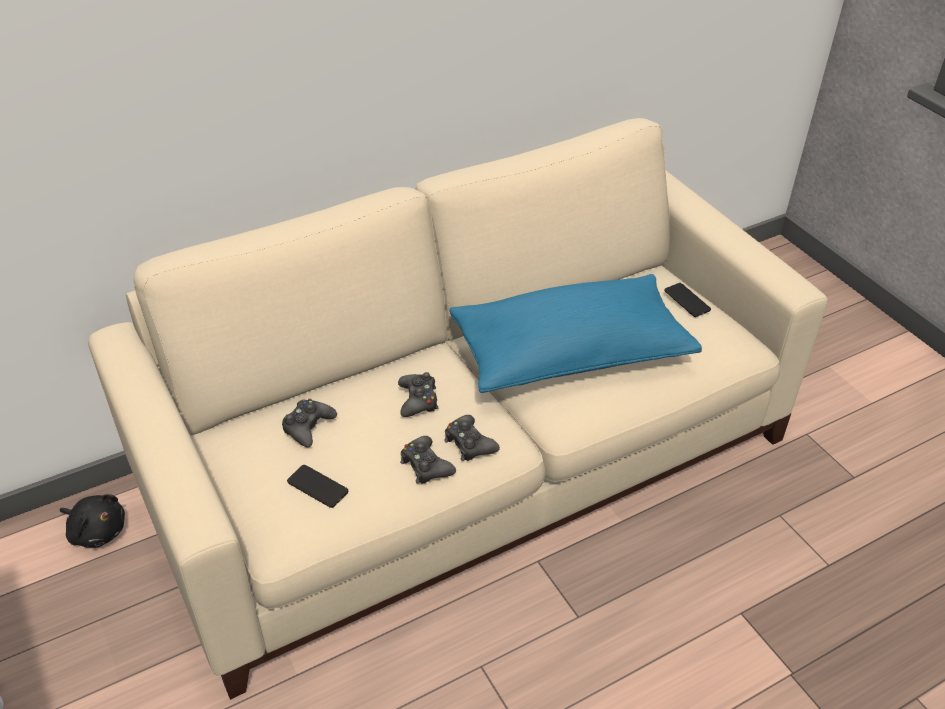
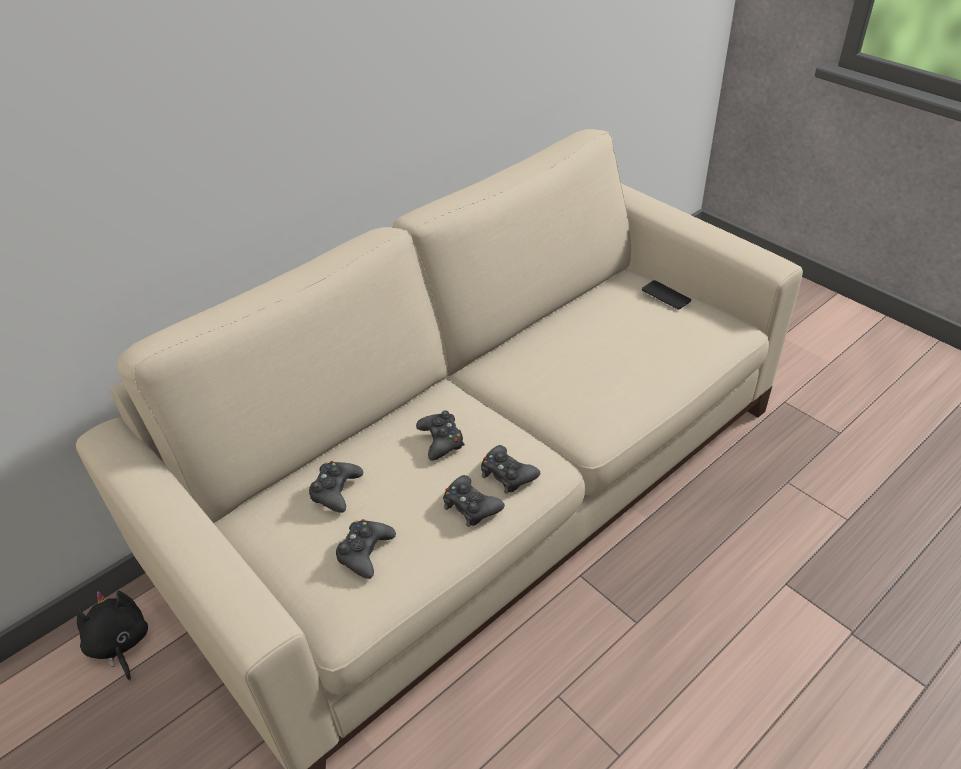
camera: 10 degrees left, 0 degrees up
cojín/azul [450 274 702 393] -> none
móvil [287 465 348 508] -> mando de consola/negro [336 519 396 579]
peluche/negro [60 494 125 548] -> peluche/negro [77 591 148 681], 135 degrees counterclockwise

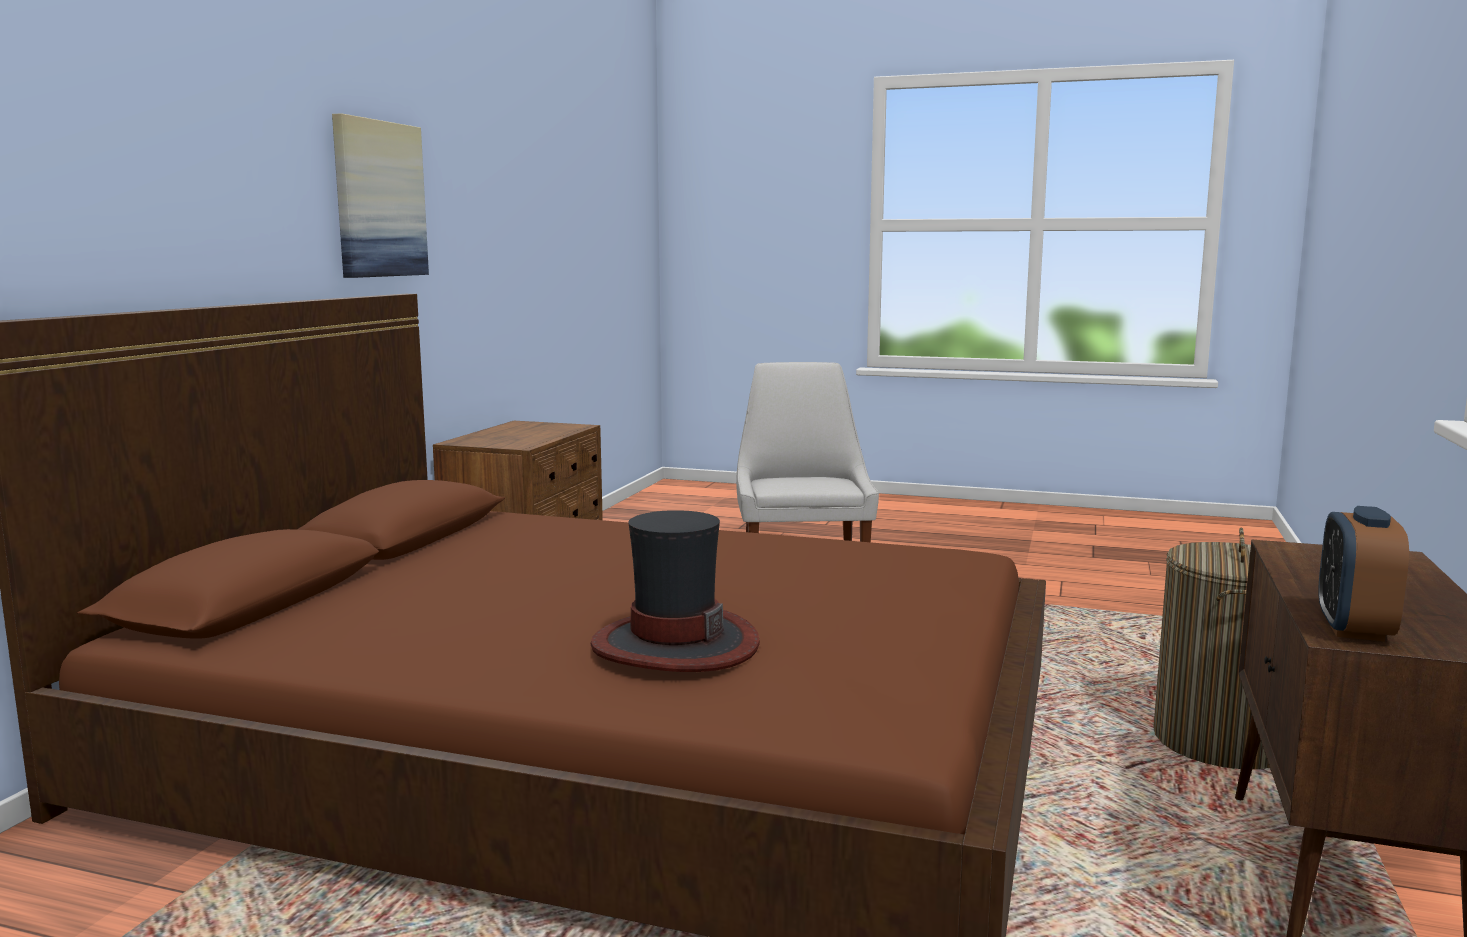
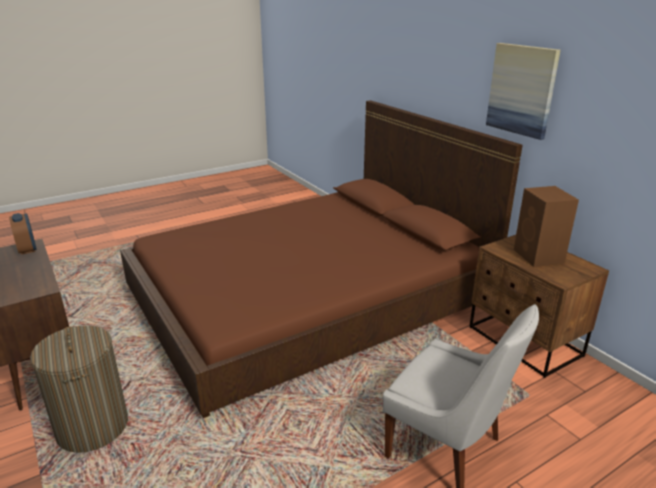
camera: 130 degrees right, 15 degrees up
sombrero [591 510 760 672] -> none
none -> altavoz/marrón [514 186 579 267]

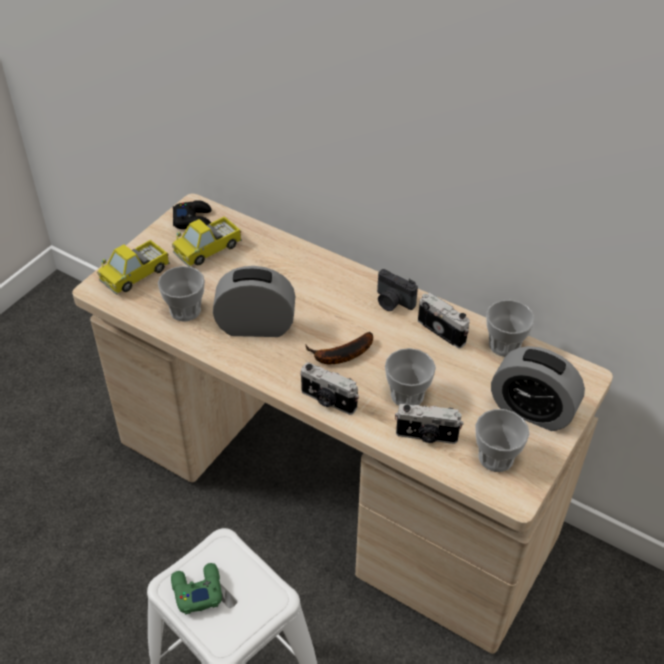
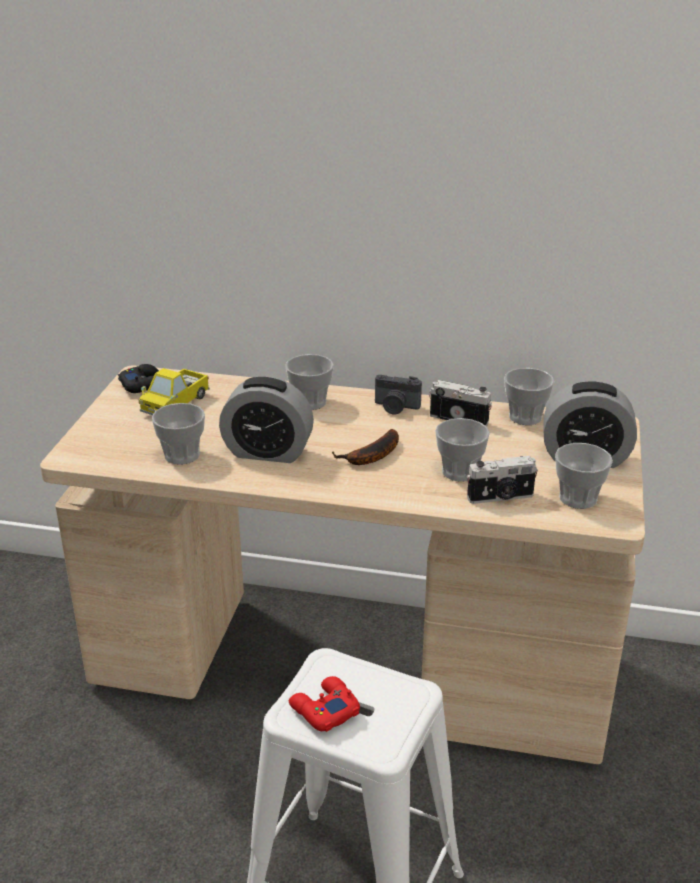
camera: 20 degrees left, 15 degrees down
camión de juguete [97 240 170 295] -> none
despertador [213 266 295 337] -> despertador [219 376 314 463], 150 degrees counterclockwise
cámara [301 362 359 415] -> none
mando de consola/verde [171 563 222 615] -> mando de consola/rojo [289 676 360 732]
none -> taza [285 354 334 410]

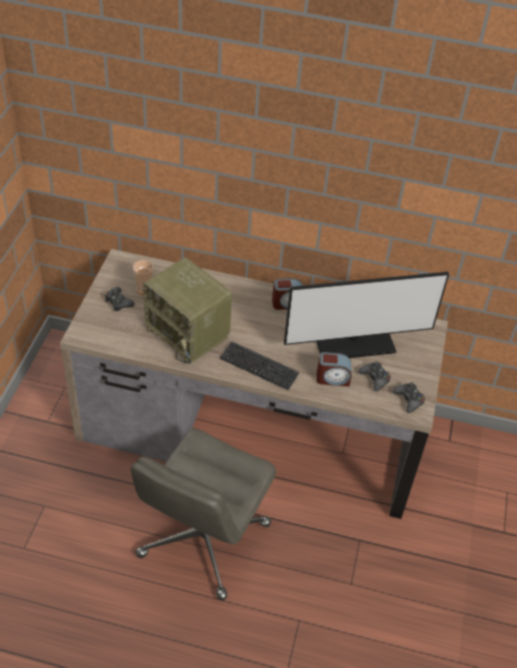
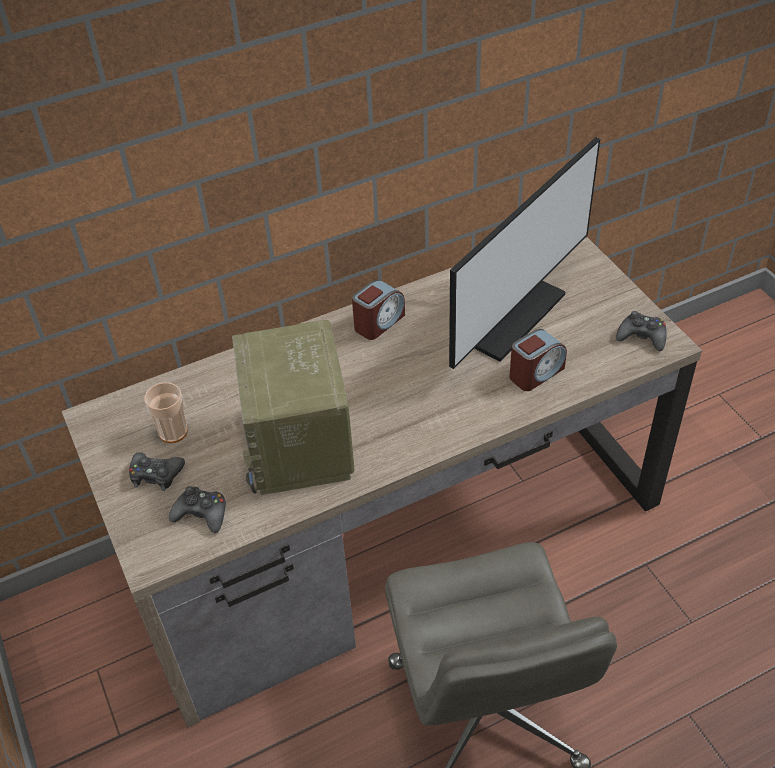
camera: 35 degrees left, 0 degrees up
radio [143 257 232 364] -> radio [232 320 355 495], 75 degrees clockwise
teclado [220 342 299 390] -> none
mando de consola/negro [358 361 391 391] -> mando de consola/negro [169 486 226 533], move

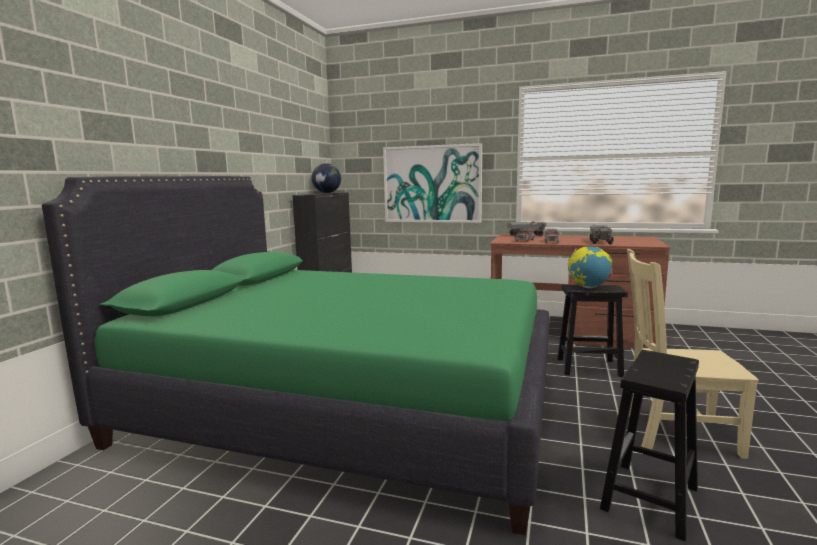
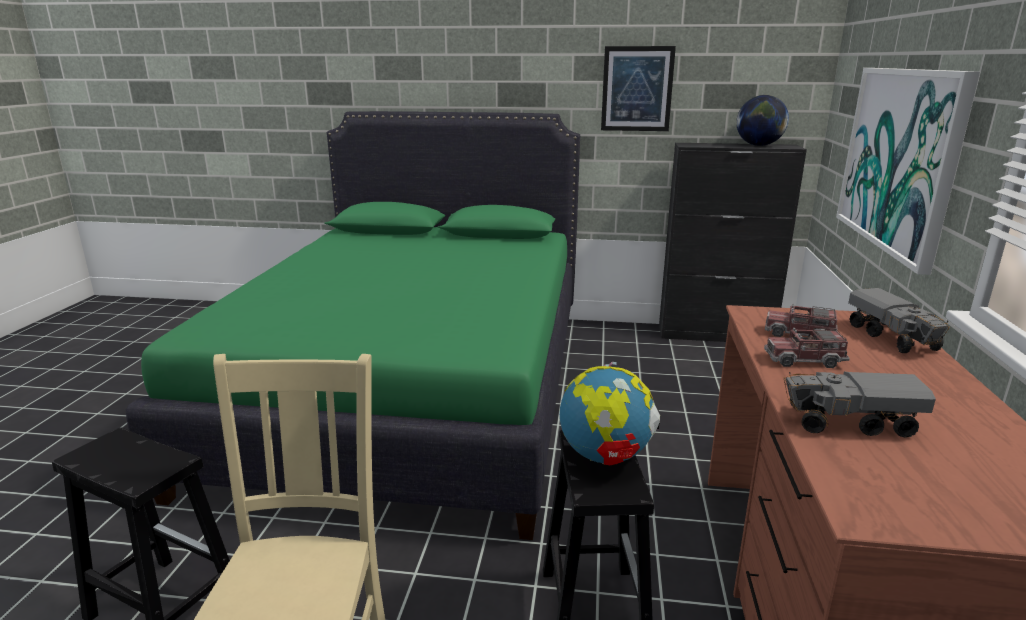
camera: 80 degrees right, 10 degrees up
none -> cuadro [601 46 676 131]

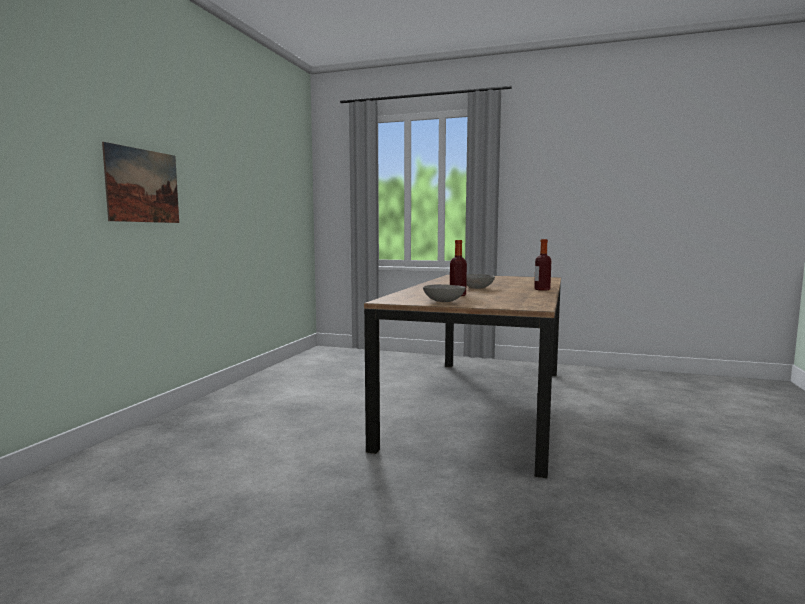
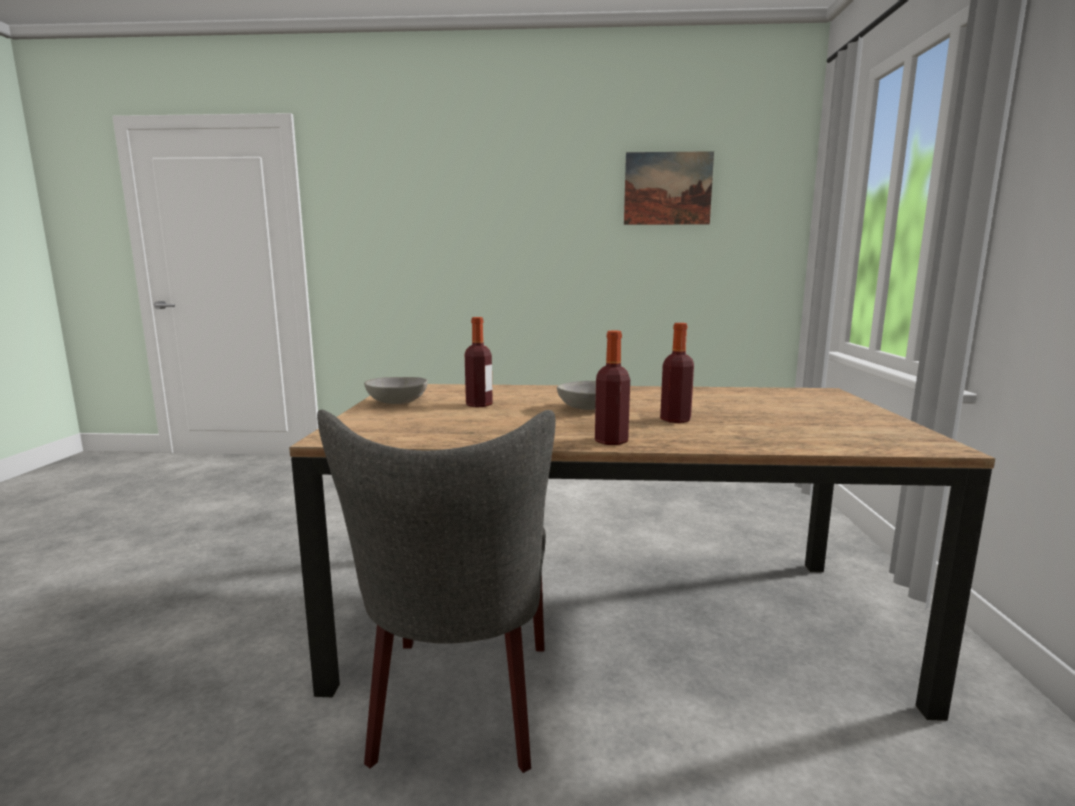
camera: 75 degrees right, 5 degrees up
cuadro [102 142 179 223] -> cuadro [624 151 714 225], move
none -> botella [660 323 694 423]
none -> silla/gris [317 410 556 773]

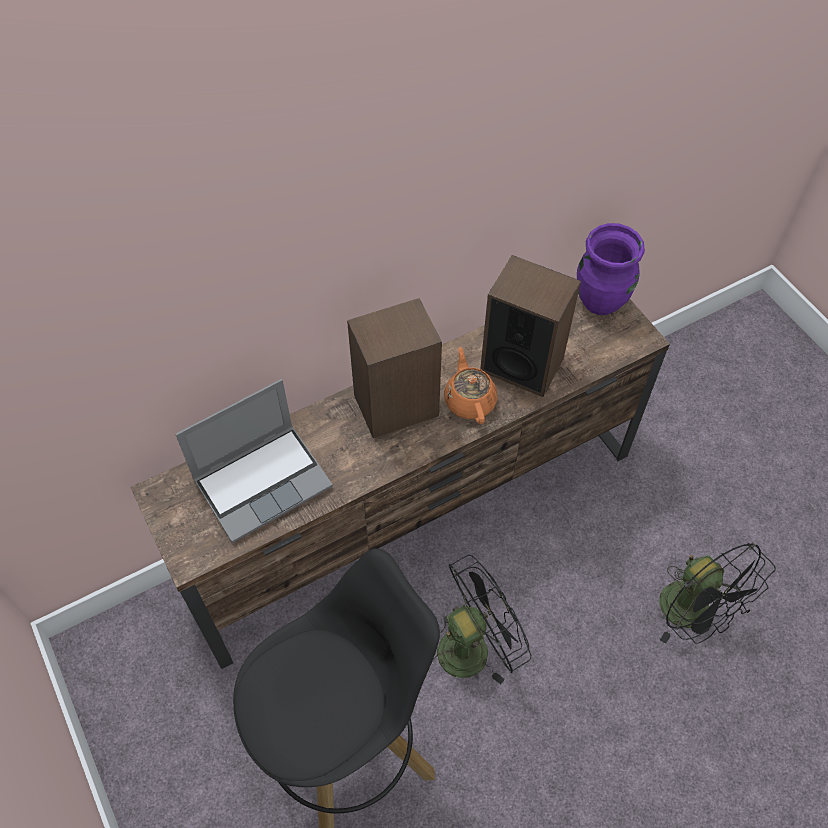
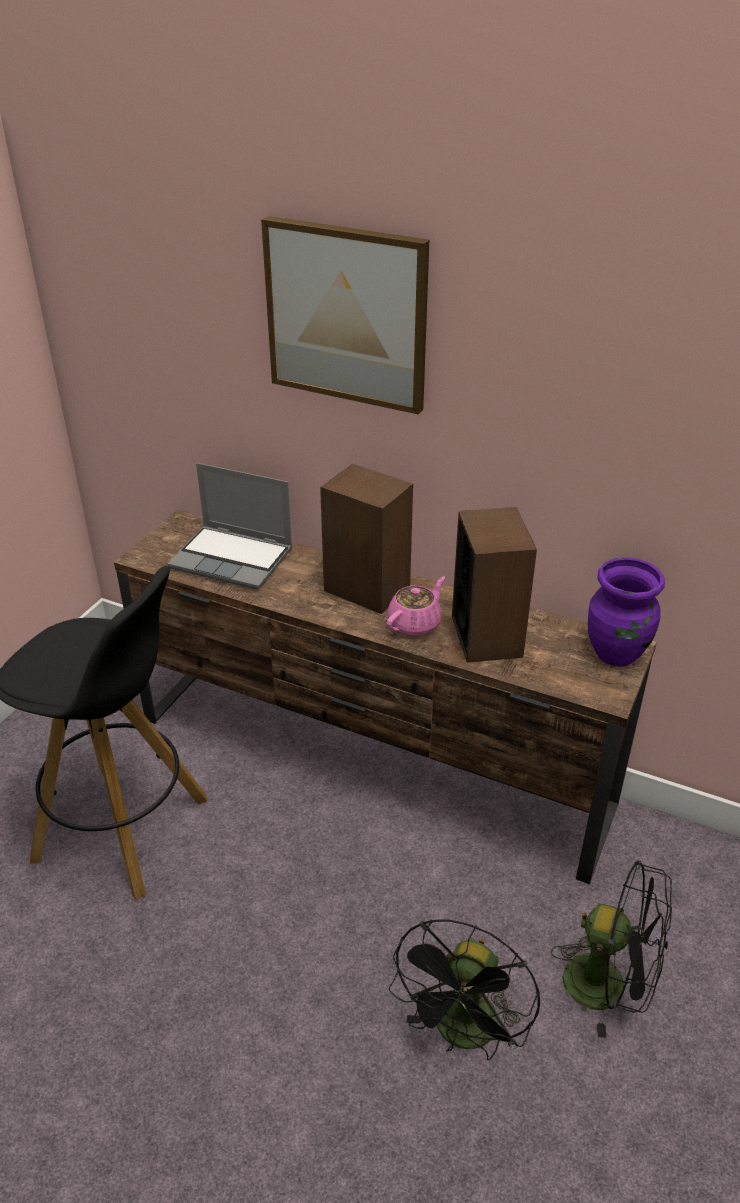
camera: 55 degrees right, 20 degrees down
tetera/naranja [444 347 497 424] -> tetera/rosa [386 577 445 636]
ventilador/negro [433 555 531 684] -> ventilador/negro [551 860 672 1038], move
none -> cuadro [261 216 429 414]

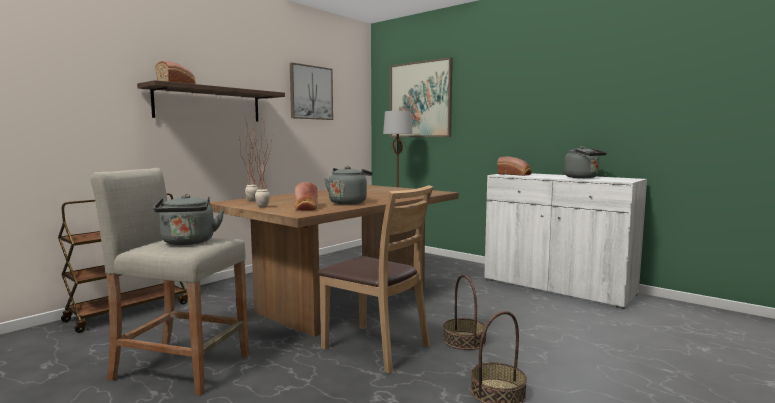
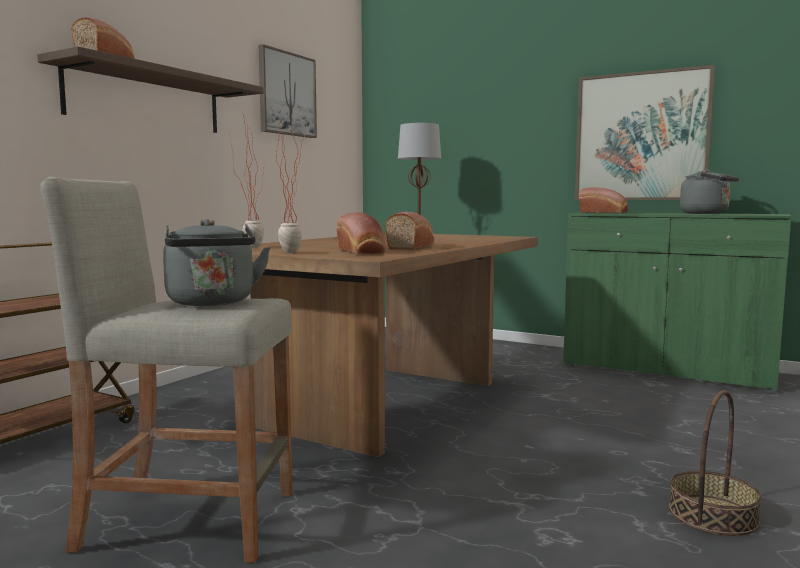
camera: 10 degrees left, 0 degrees up
cuadro [390 57 453 137] -> cuadro [575 65 715 200], move
hervidor/gris [324 166 373 205] -> pan [385 212 434 249]
armario/blanco [484 173 647 309] -> armario/verde [563 213 791 392]
silla/marrón [317 185 433 374] -> none
cesta [443 275 487 350] -> none

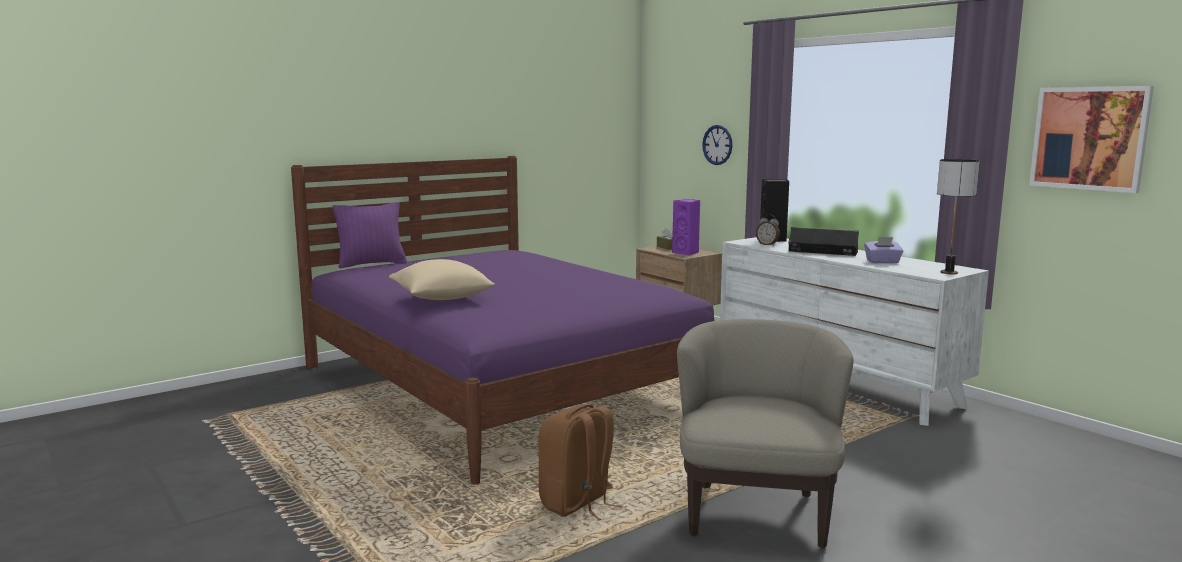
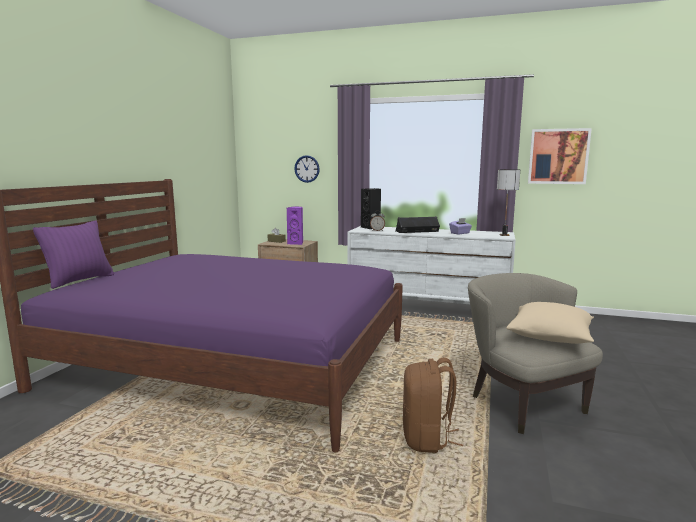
camera: 35 degrees left, 0 degrees up
cojín/beis [389 259 495 300] -> cojín/beis [506 302 594 344], move

